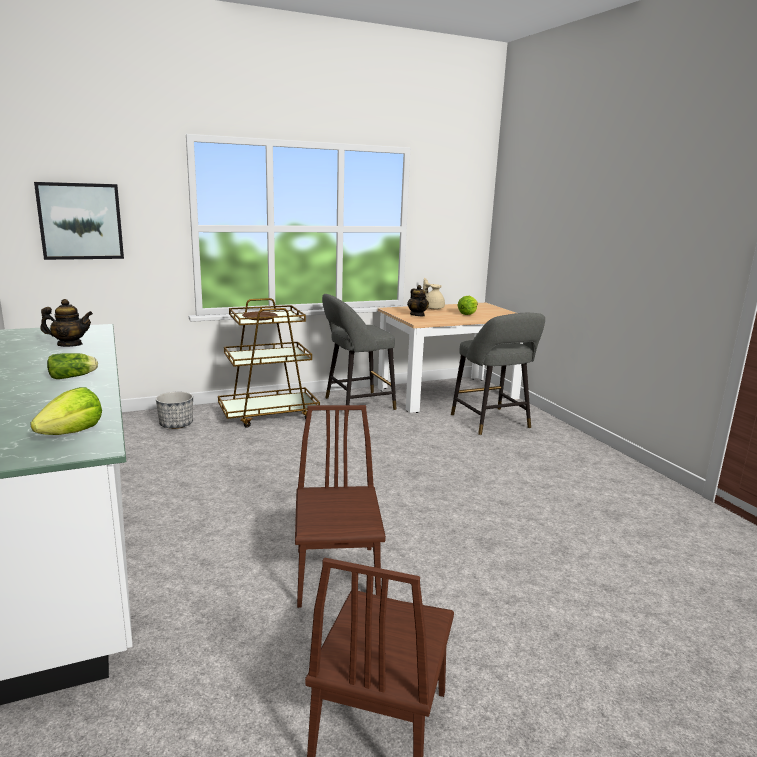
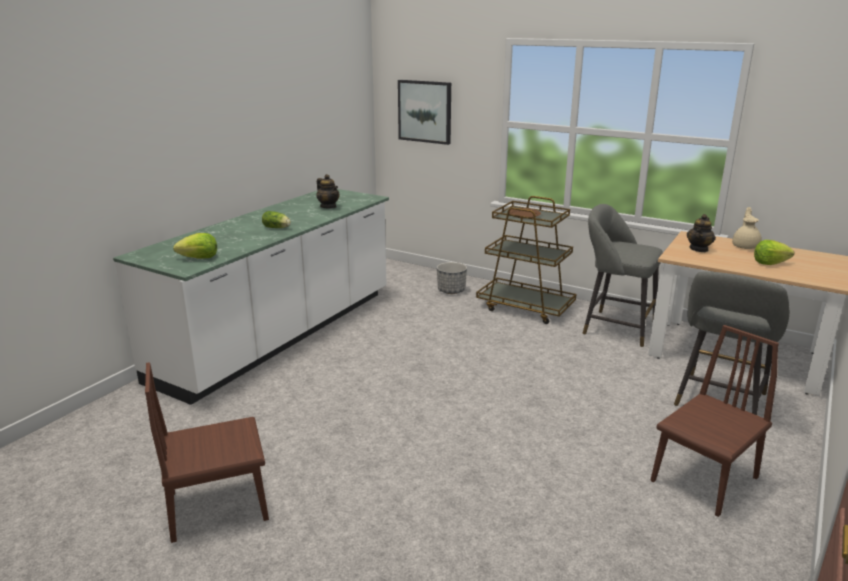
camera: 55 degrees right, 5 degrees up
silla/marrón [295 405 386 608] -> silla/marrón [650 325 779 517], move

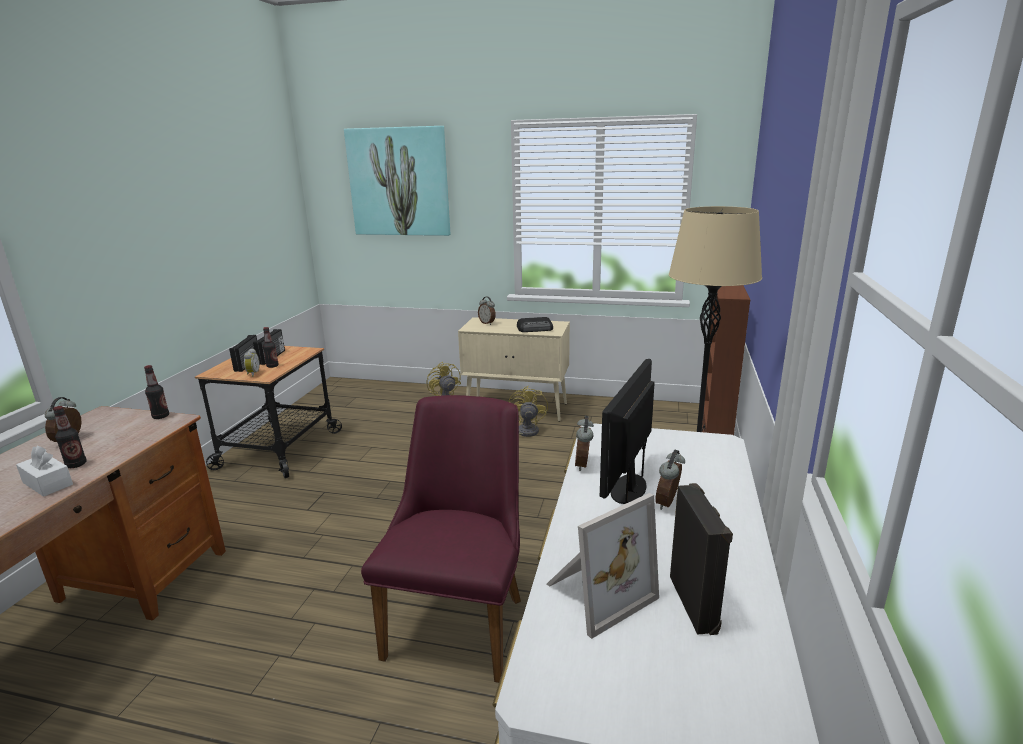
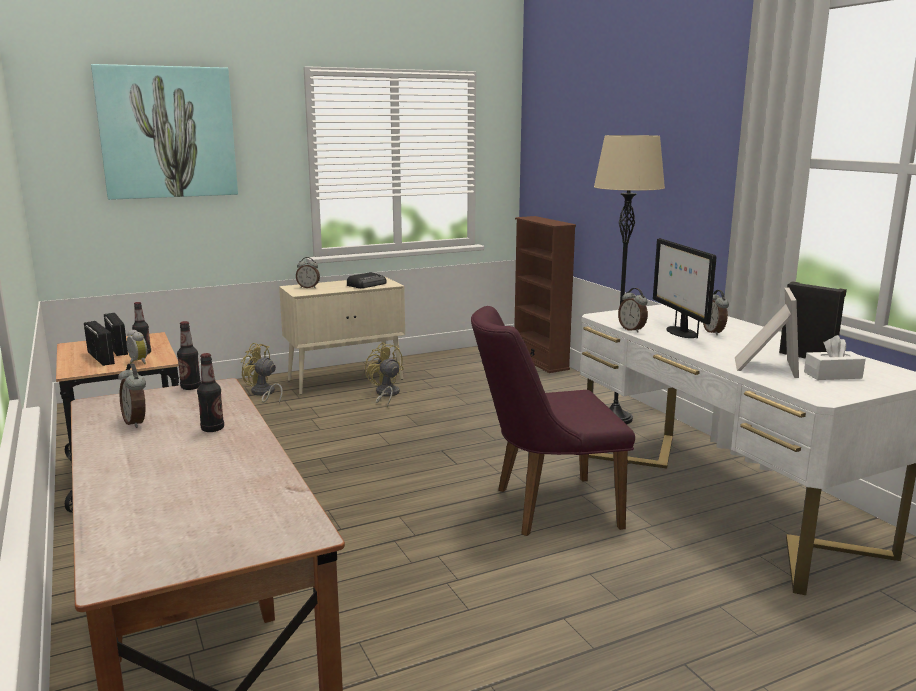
camera: 40 degrees left, 5 degrees down
silla/morado [361 395 521 683] -> silla/morado [471 306 635 536], 75 degrees counterclockwise
caja de pañuelos/blanco [16 446 73 497] -> caja de pañuelos/blanco [804 335 866 380], move

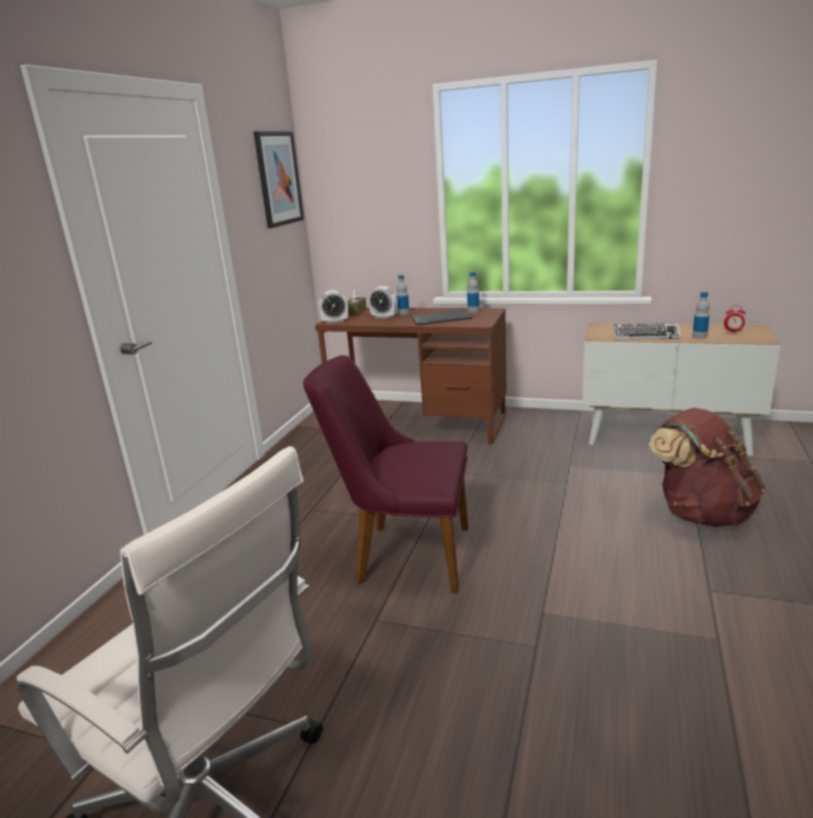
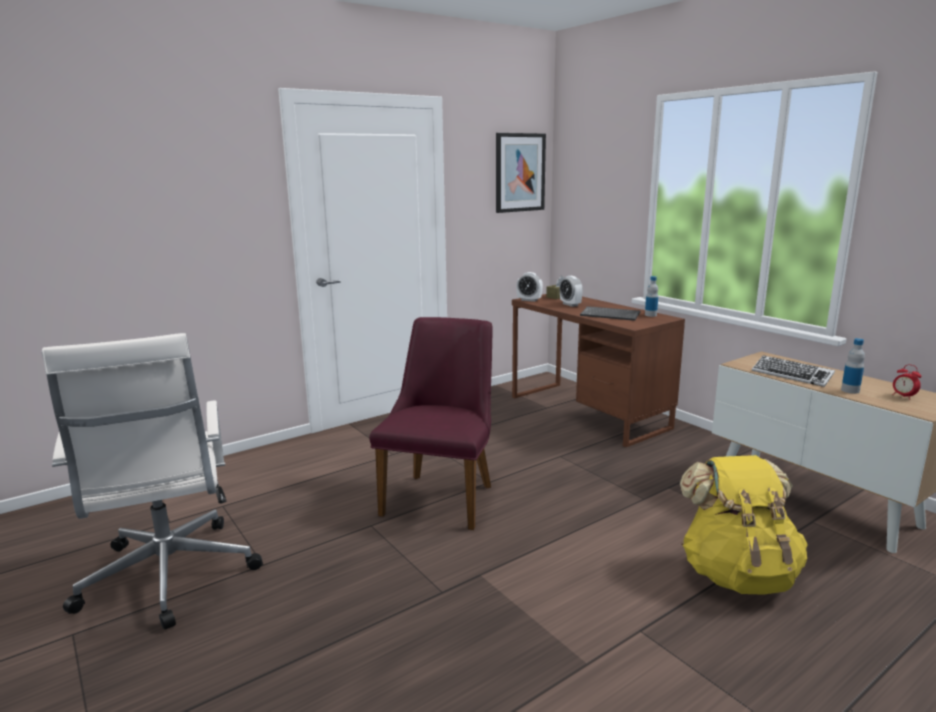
camera: 35 degrees right, 5 degrees down
botella [397 275 409 315] -> none
silla/morado [303 355 468 593] -> silla/morado [369 317 493 530], 60 degrees clockwise
mochila/marrón [649 408 765 527] -> mochila/amarillo [680 455 808 595]

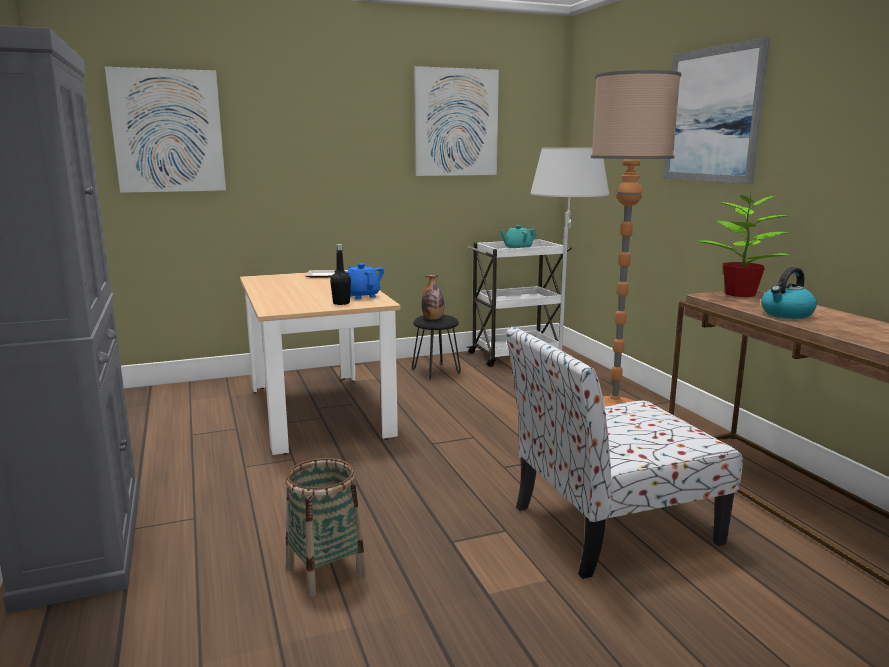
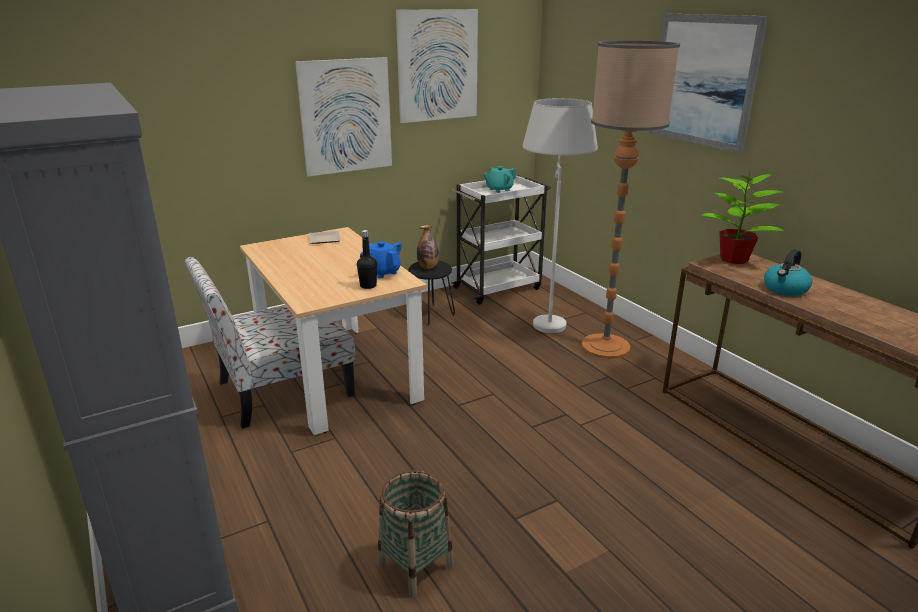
camera: 10 degrees left, 10 degrees up
cuadro [105 67 226 193] -> cuadro [295 57 392 177], move
silla [506 327 743 579] -> silla [185 257 355 429], move

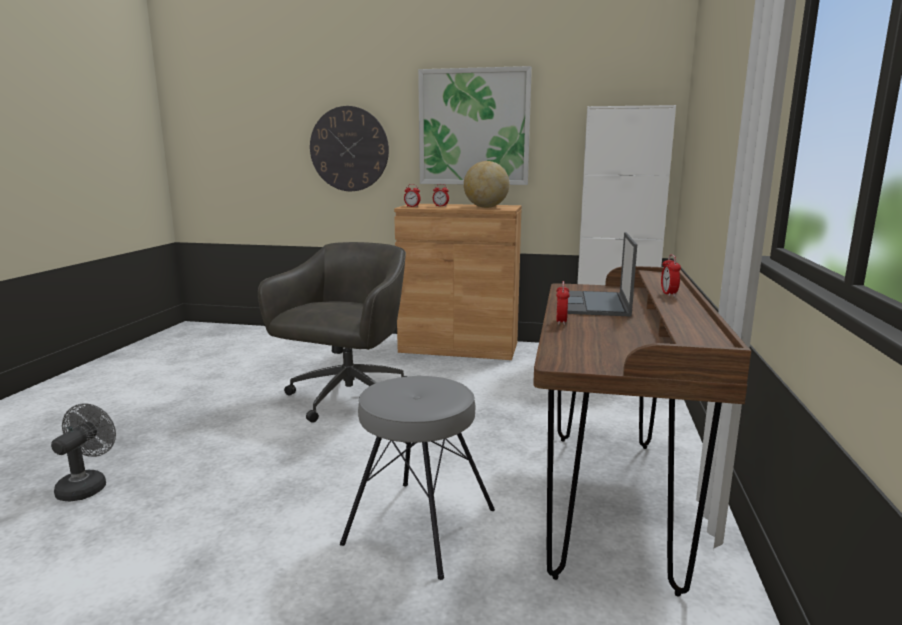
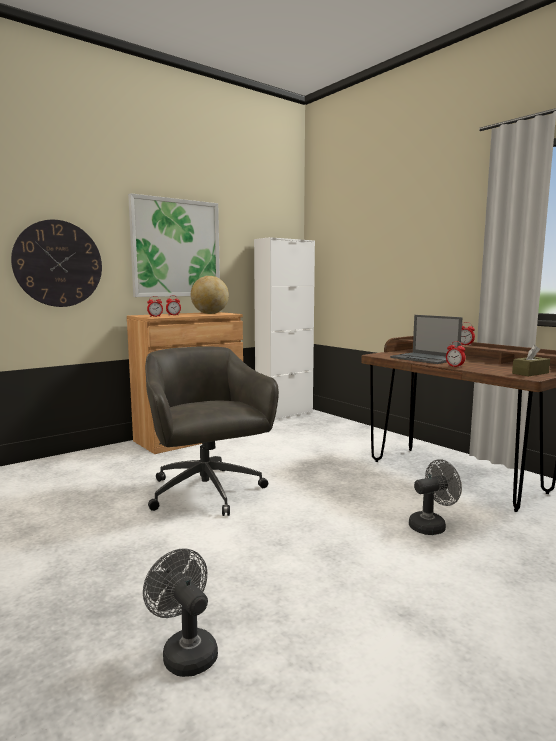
camera: 50 degrees left, 5 degrees down
taburete/gris [340 376 495 580] -> ventilador/gris [409 459 462 535]
none -> caja de pañuelos/marrón [512 345 550 376]

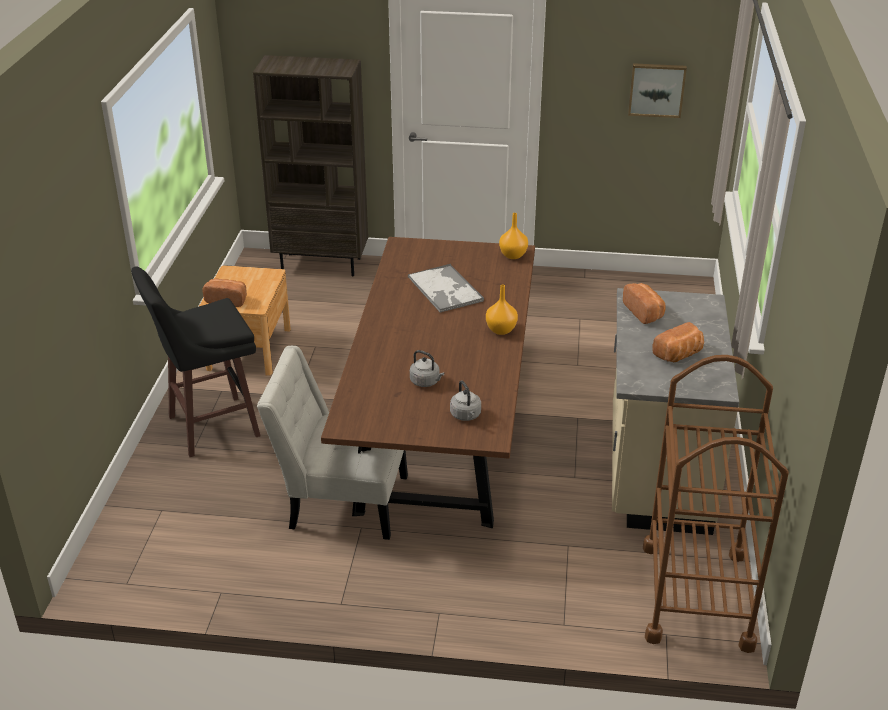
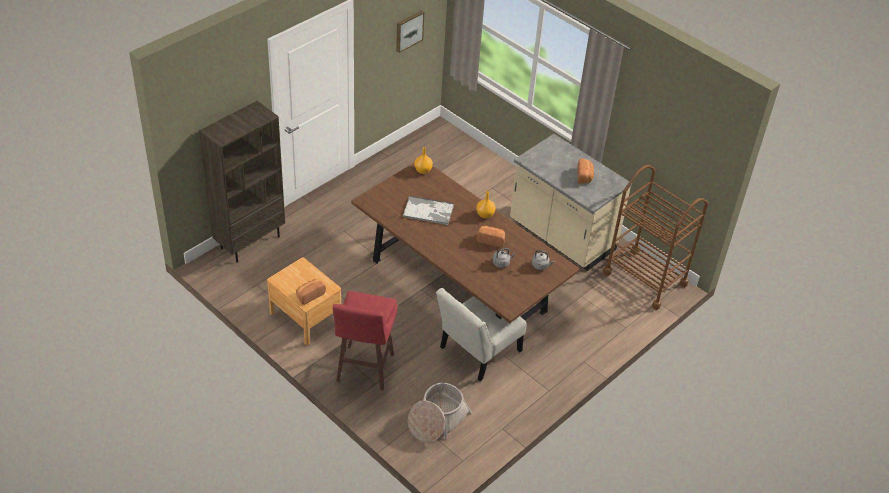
camera: 55 degrees left, 10 degrees up
taburete/negro [131 267 260 457] -> taburete/rojo [332 291 398 390]
pan [623 283 666 324] -> pan [476 225 505 247], move
none -> cesta [408 383 472 443]

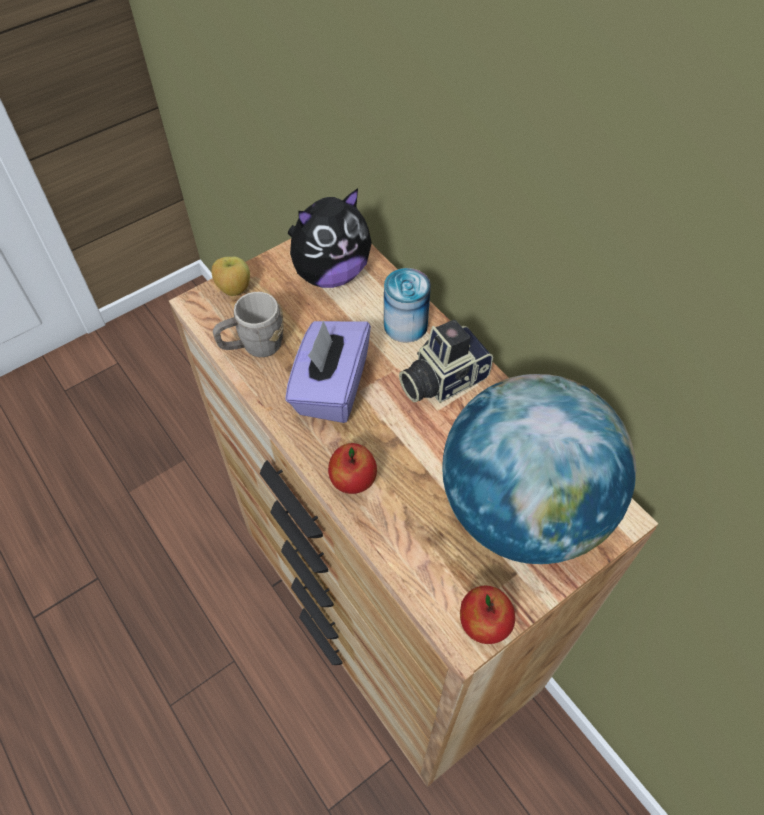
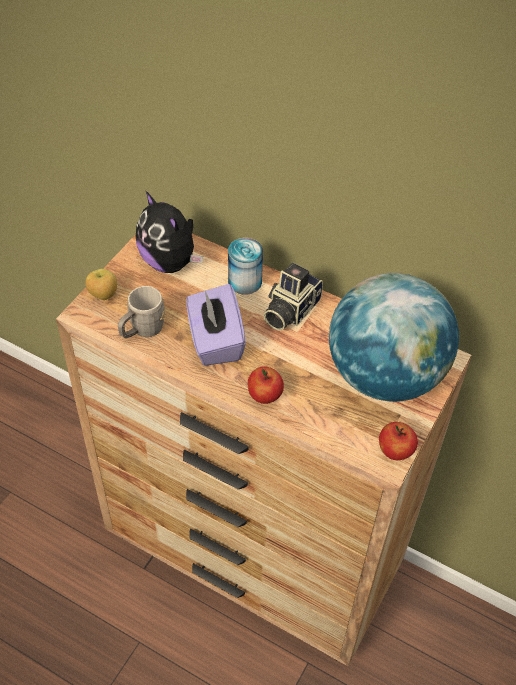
camera: 25 degrees left, 5 degrees down
peluche [288 188 372 288] -> peluche [136 190 203 273], 105 degrees clockwise

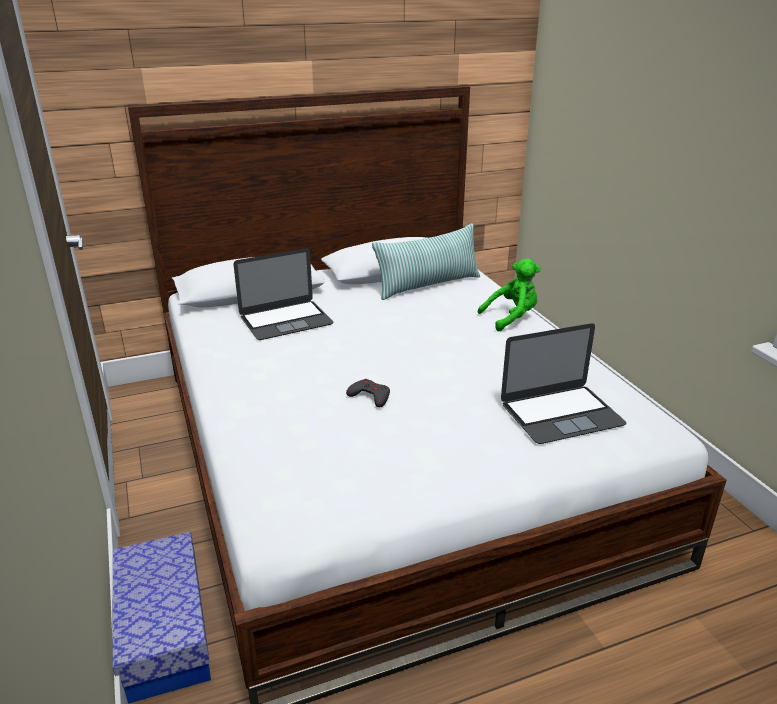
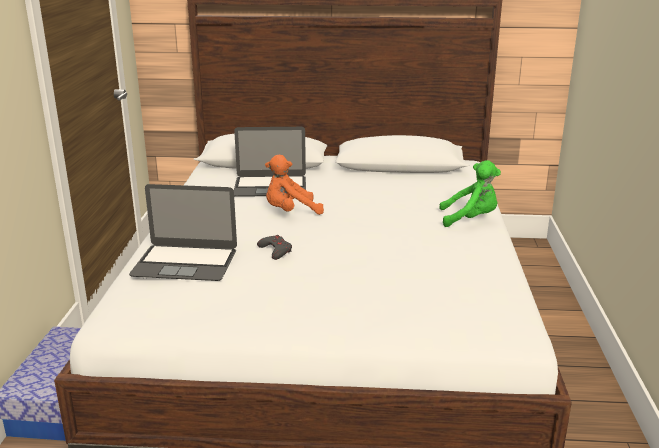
camera: 25 degrees right, 5 degrees down
cojín [372 223 480 300] -> none
portátil [501 323 626 444] -> portátil [129 184 237 281], move
none -> peluche/naranja [265 155 324 215]

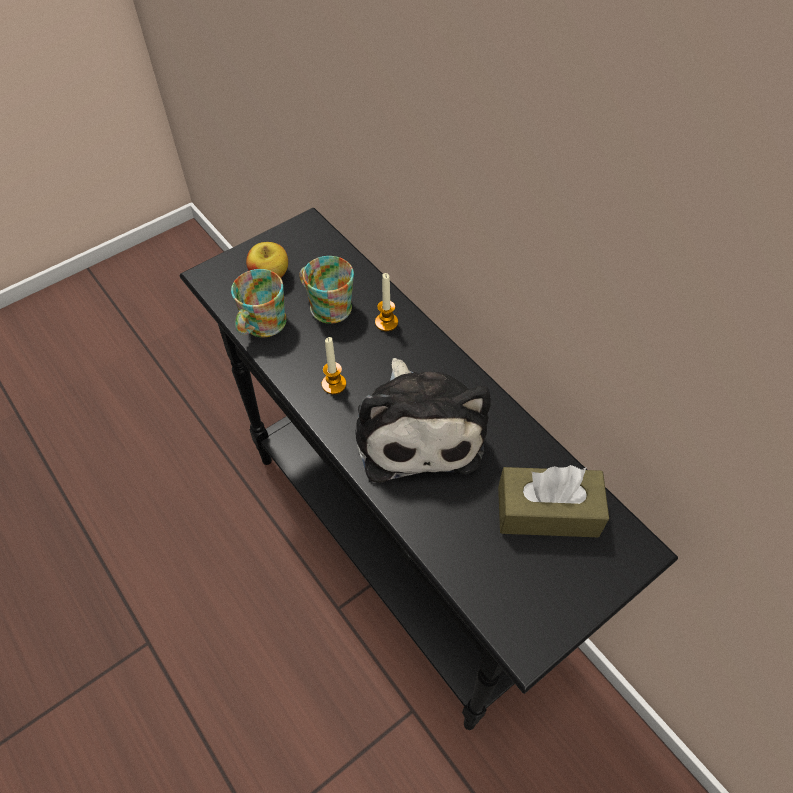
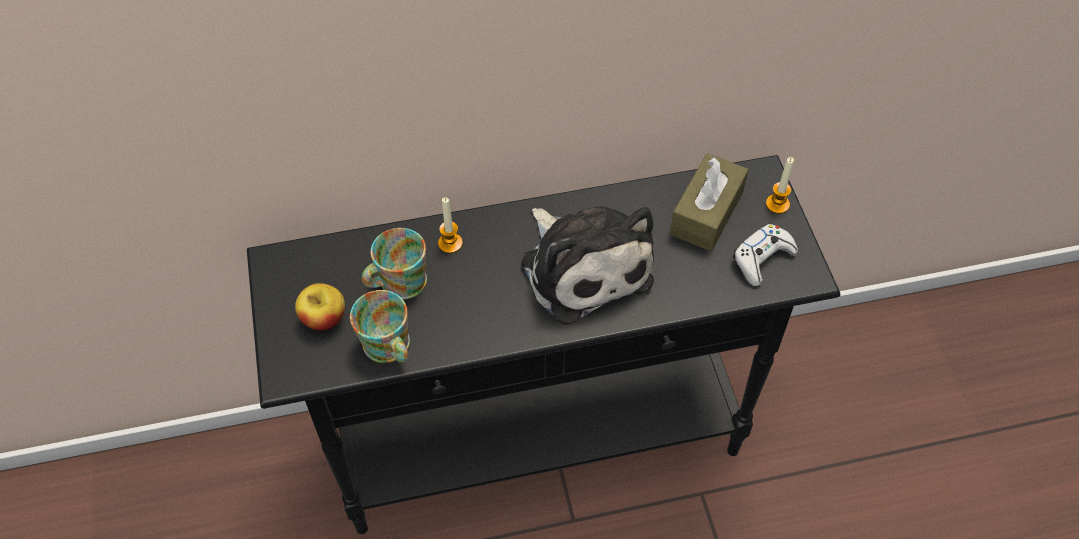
camera: 65 degrees left, 0 degrees up
vela [322 337 346 394] -> vela [766 157 794 214], move
peluche [355 358 491 482] -> peluche [521 207 654 325], 45 degrees clockwise
none -> mando de consola/blanco [733 224 798 286]

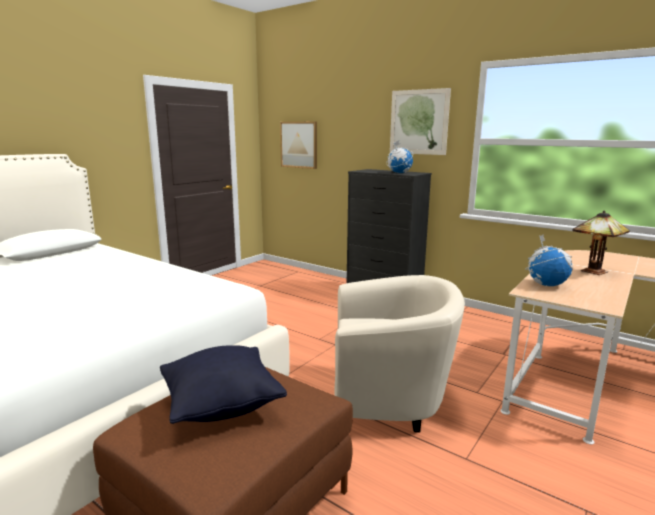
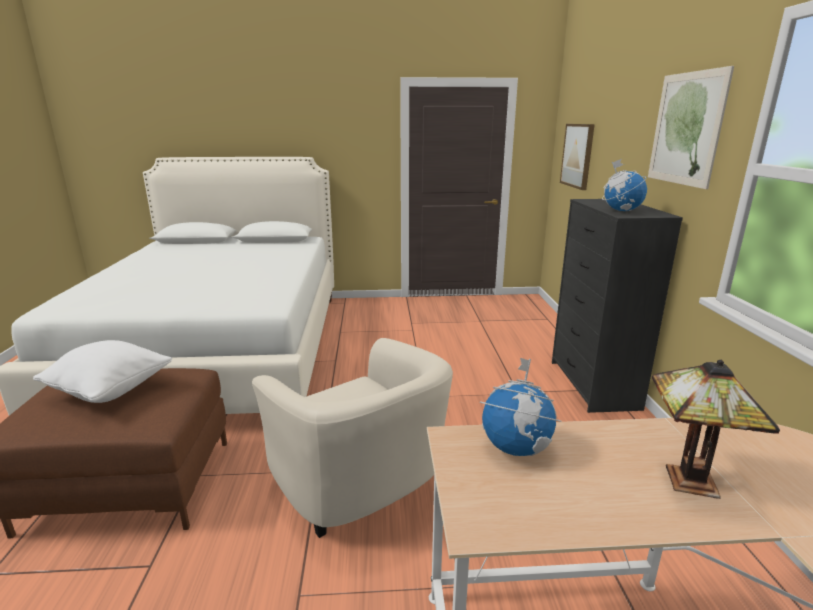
camera: 50 degrees right, 5 degrees up
cojín/negro [160 345 287 424] -> cojín/blanco [33 340 172 403]

